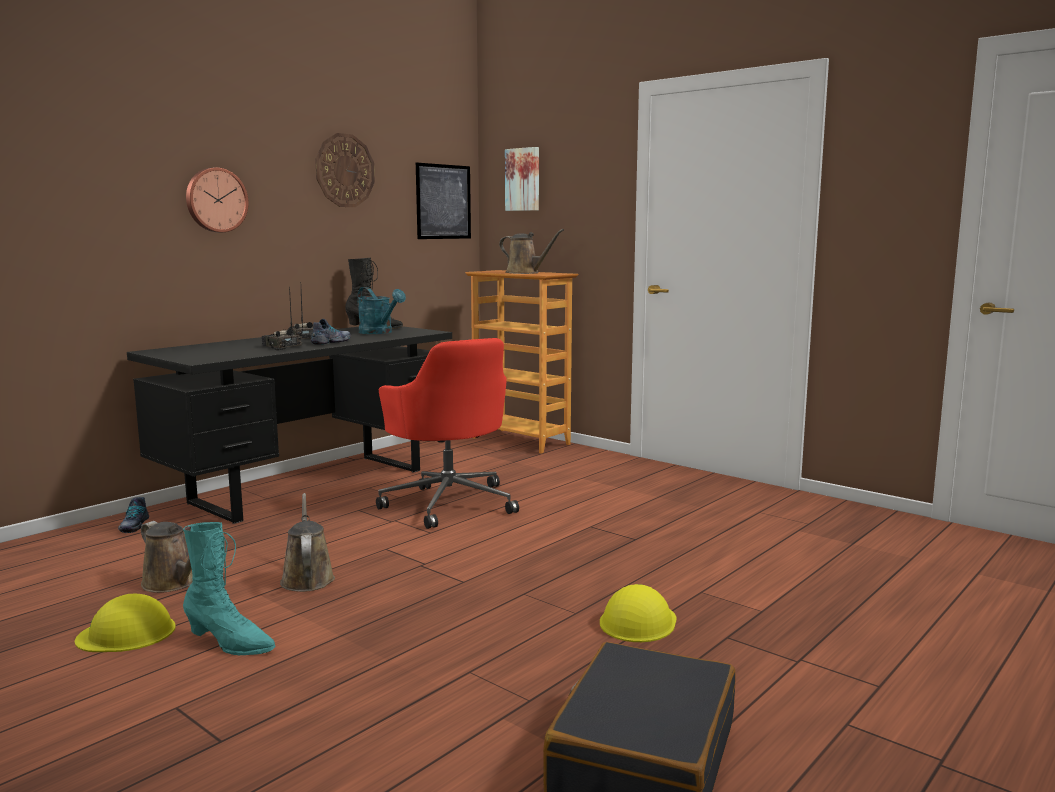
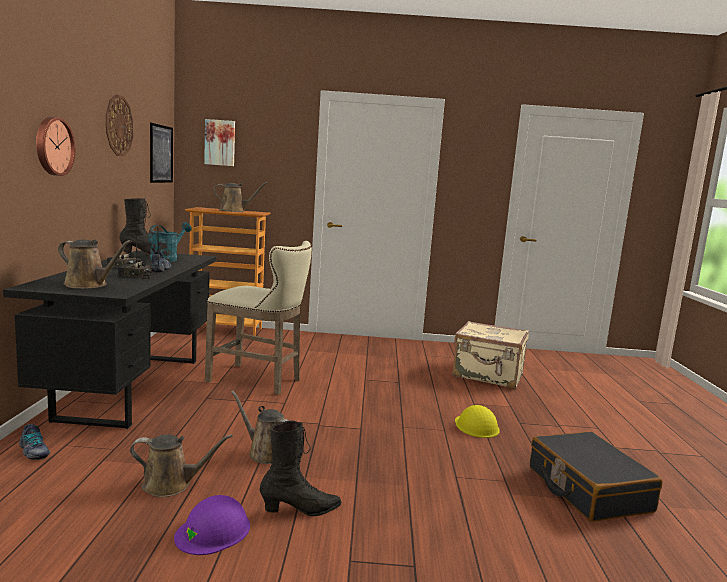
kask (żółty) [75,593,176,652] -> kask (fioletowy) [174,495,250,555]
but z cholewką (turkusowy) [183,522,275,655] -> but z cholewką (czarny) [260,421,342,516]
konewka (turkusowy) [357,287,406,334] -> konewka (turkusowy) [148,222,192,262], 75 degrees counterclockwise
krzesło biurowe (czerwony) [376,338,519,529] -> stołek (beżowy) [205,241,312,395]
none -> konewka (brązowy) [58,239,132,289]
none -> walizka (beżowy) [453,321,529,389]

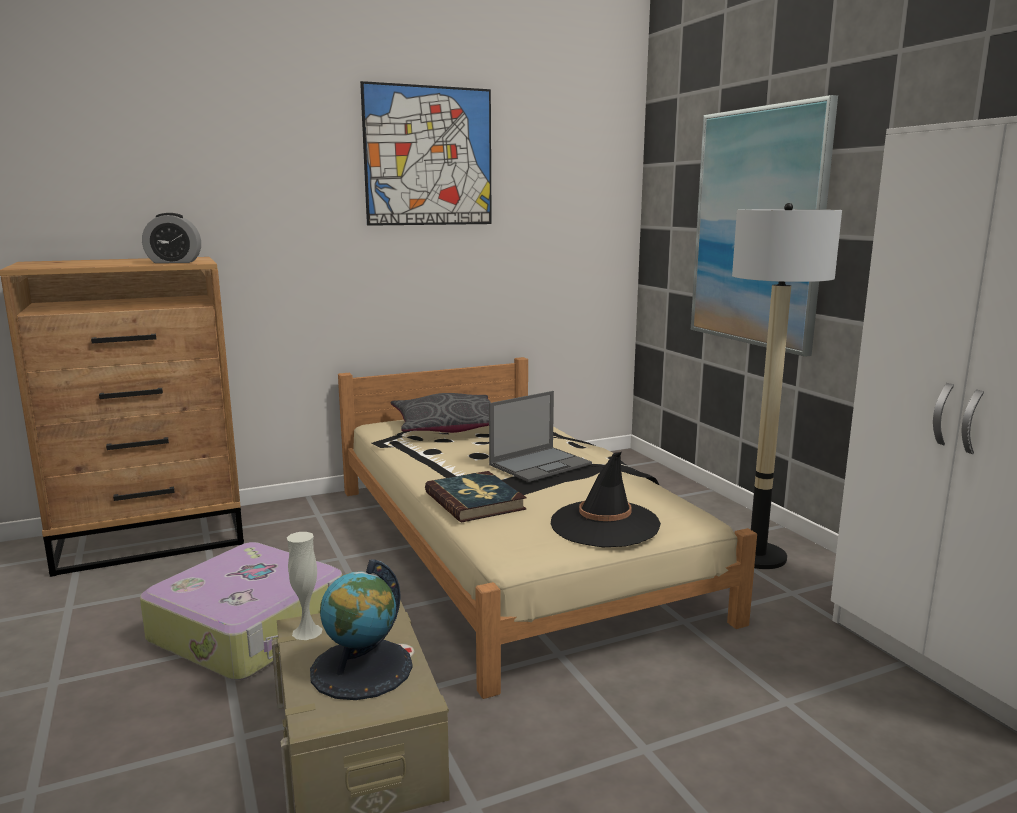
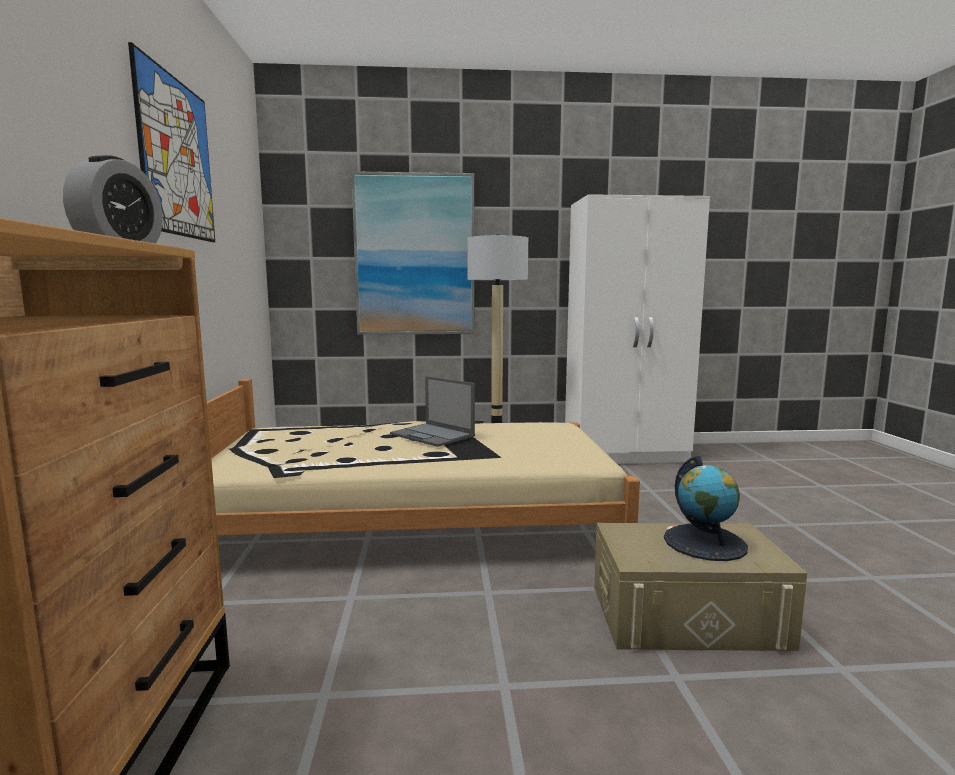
walizka [140,542,343,680] -> none
wazon (biały) [287,532,322,640] -> none
poduszka (szary) [391,393,491,433] -> none
książka [425,471,527,523] -> none
laptop [489,391,592,482] -> laptop [390,376,475,447], 150 degrees clockwise
kapelusz (czarny) [551,452,661,547] -> none

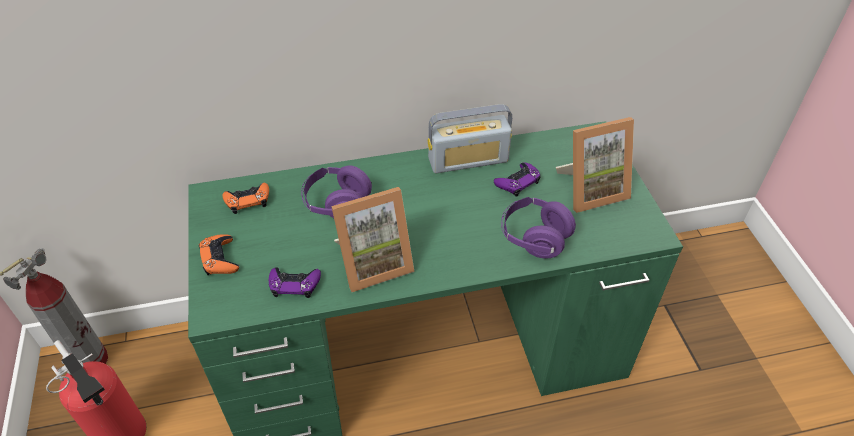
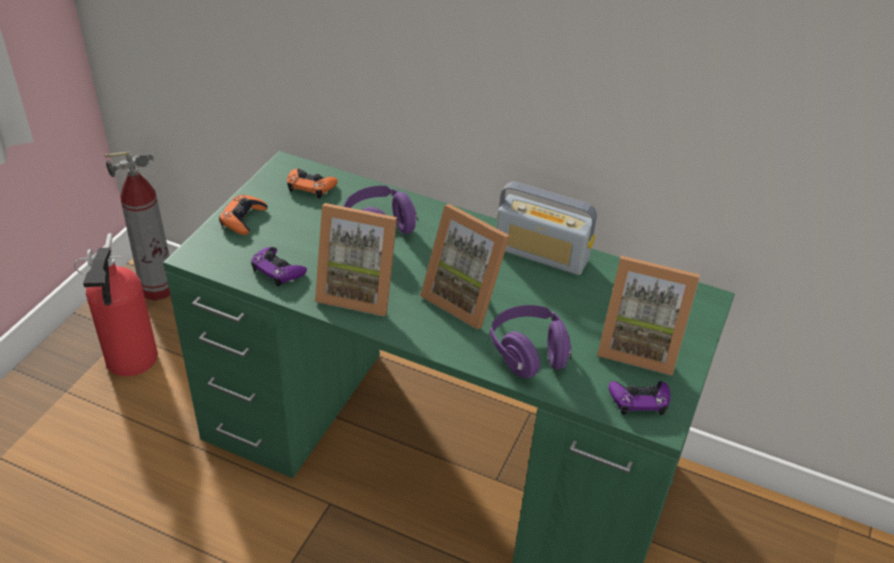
pad do gier (fioletowy) [494,162,541,197] -> pad do gier (fioletowy) [609,381,670,415], shifted
none -> ramka na zdjęcie [420,204,510,330]

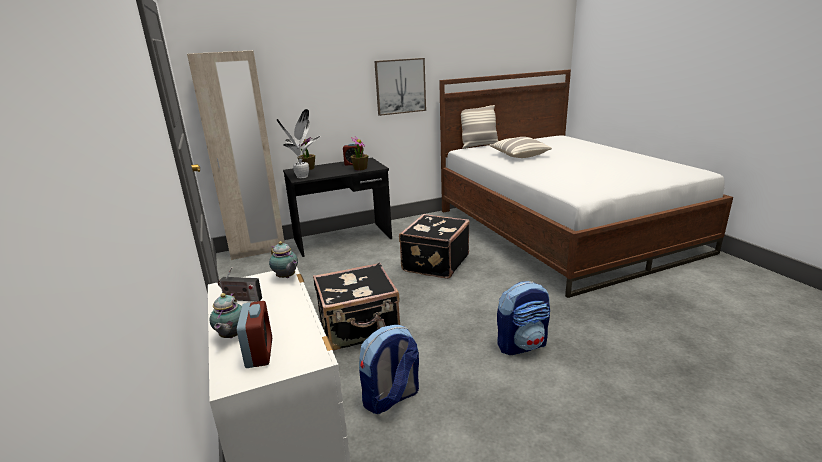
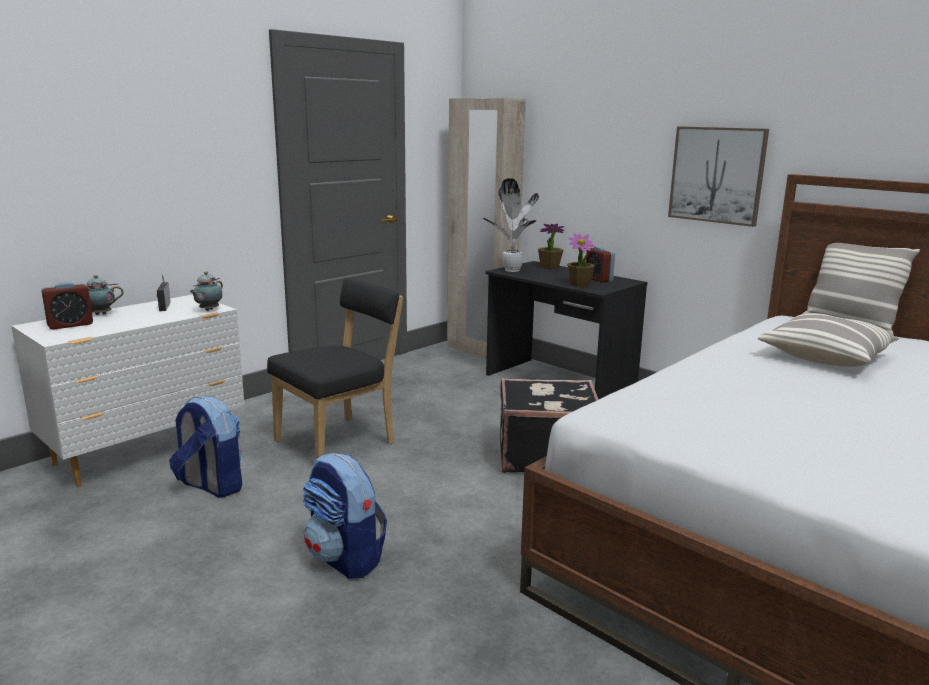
walizka (czarny) [313,262,400,351] -> krzesło (czarny) [267,278,403,459]

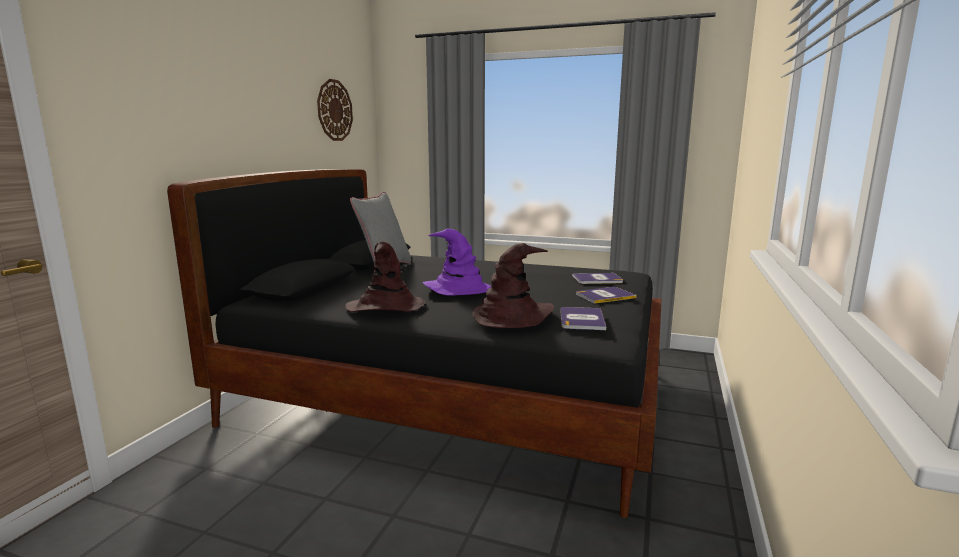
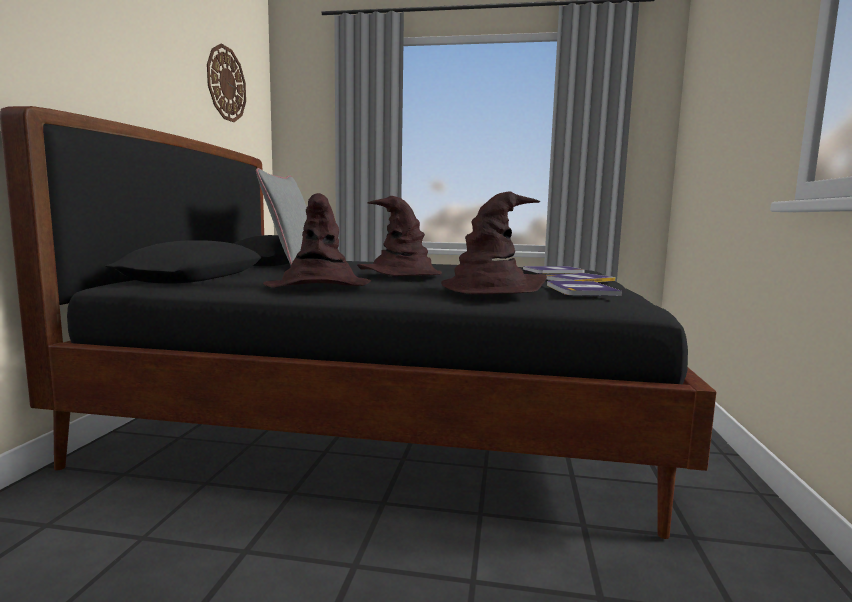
kapelusz (fioletowy) [423,228,491,296] -> kapelusz (brązowy) [357,196,442,276]

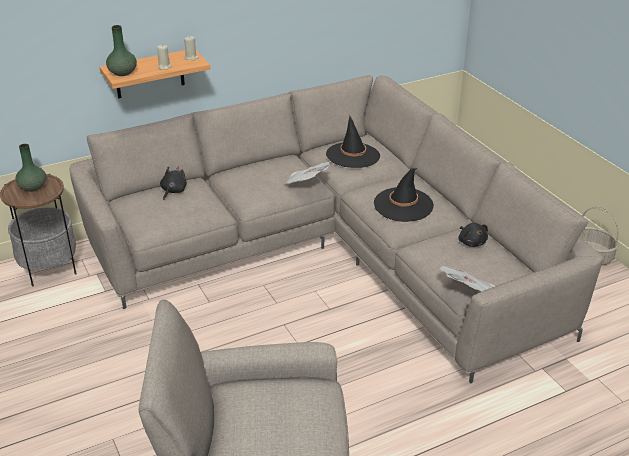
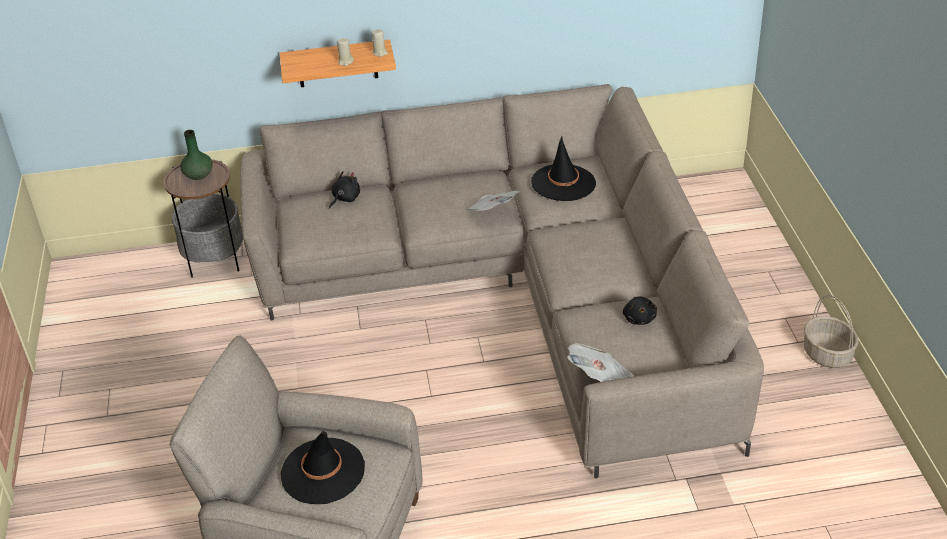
wazon (zielony) [106,25,137,76] -> none
kapelusz (czarny) [374,168,434,222] -> kapelusz (czarny) [281,431,365,504], shifted

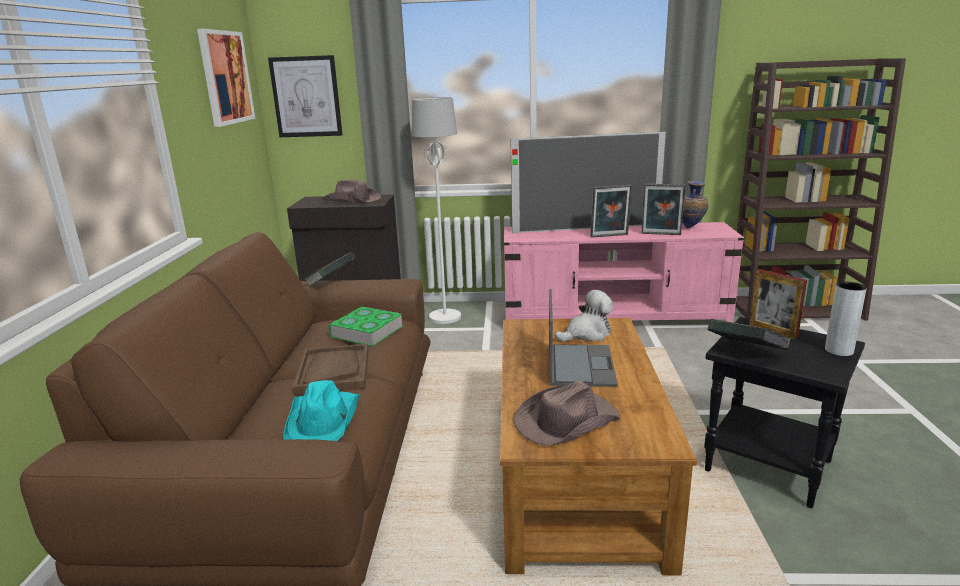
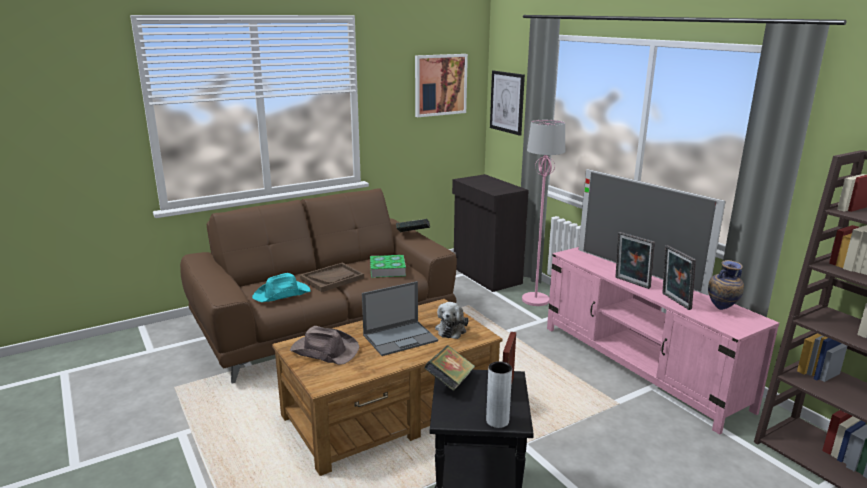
kapelusz (brązowy) [322,180,381,203] -> none
lampa stojąca (biały) [412,97,461,324] -> lampa stojąca (różowy) [522,120,565,306]
pluszak [555,290,613,341] -> pluszak [435,302,469,339], 75 degrees clockwise

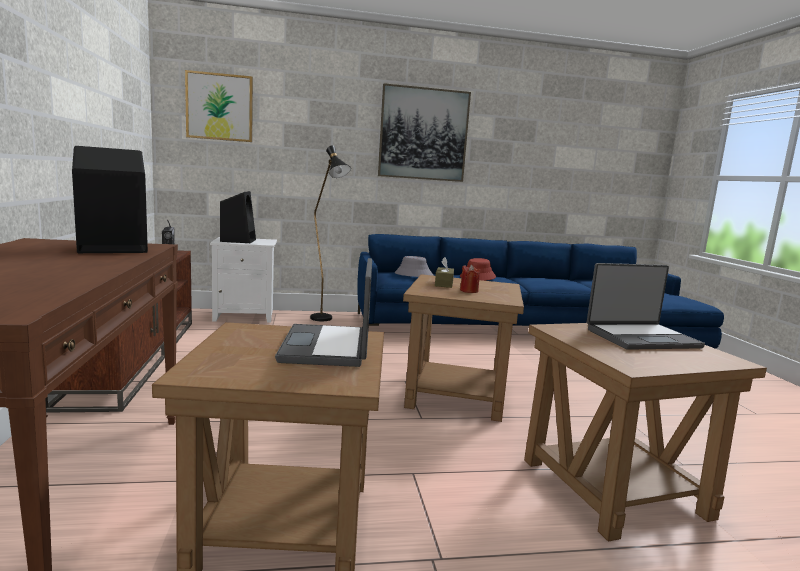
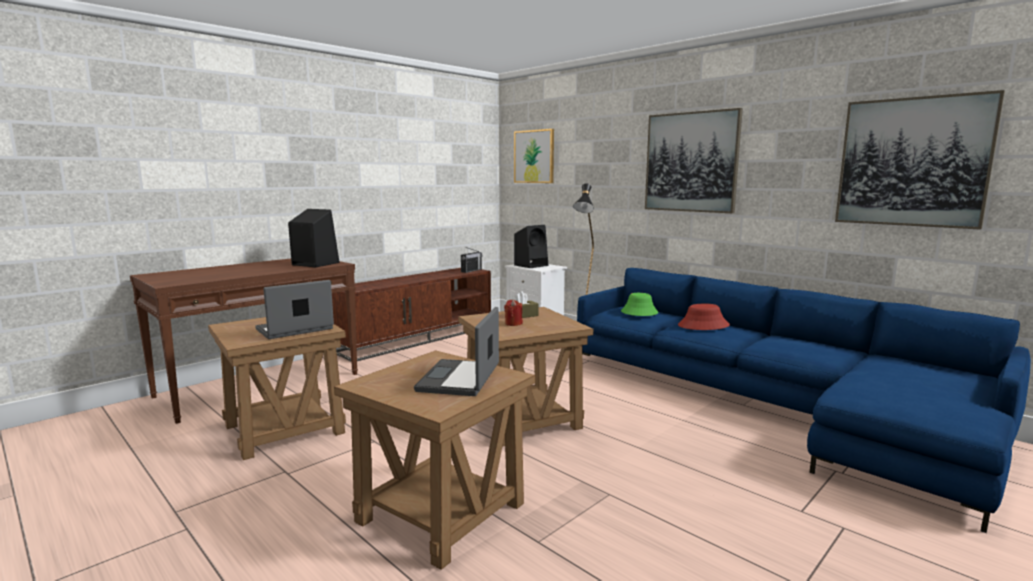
kapelusz (szary) [395,256,434,277] -> kapelusz (zielony) [621,293,658,316]
laptop [587,263,705,350] -> laptop [414,307,499,396], 60 degrees clockwise
none -> obraz [835,90,1005,230]

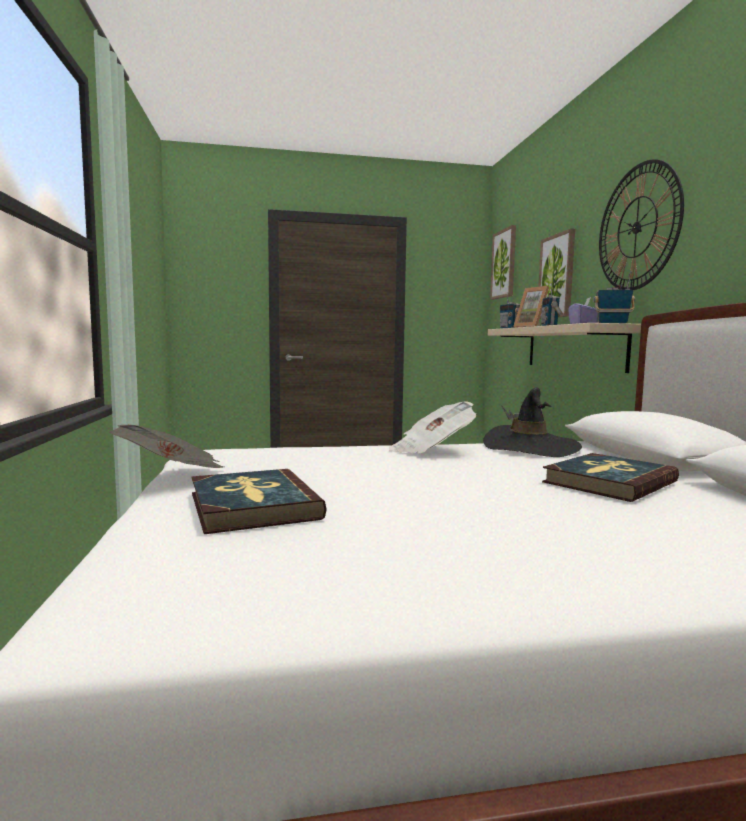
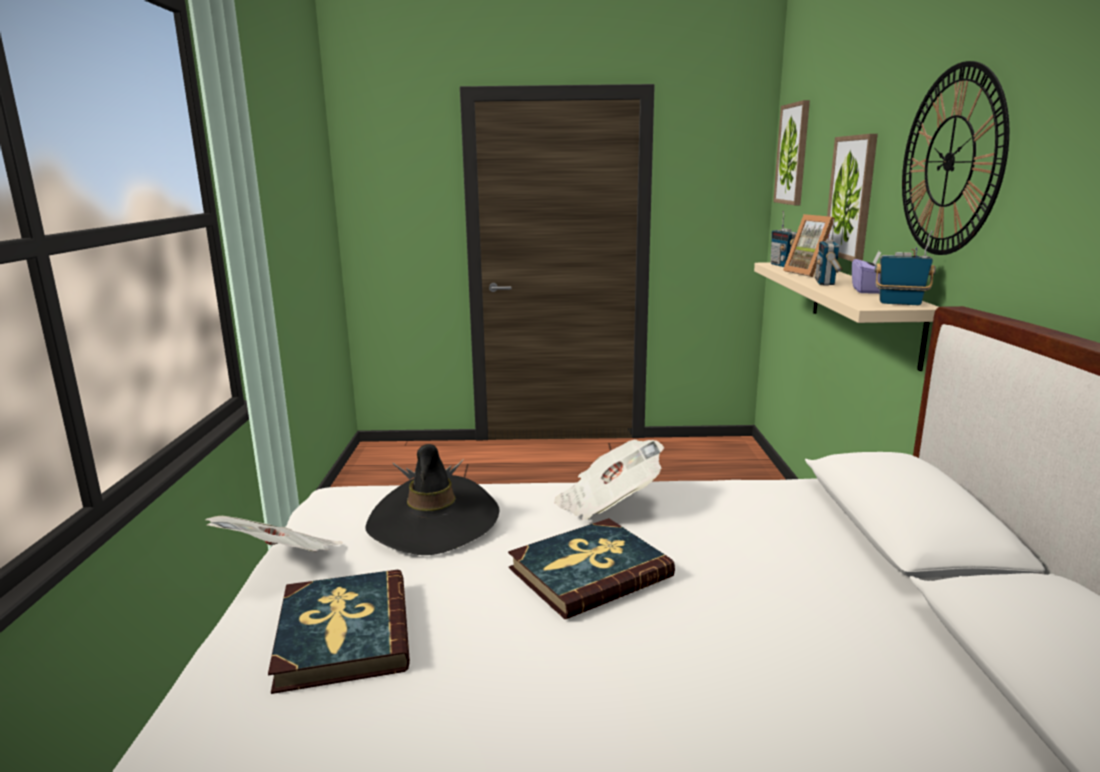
kapelusz (czarny) [483,387,582,457] -> kapelusz (czarny) [365,444,499,555], shifted
książka [542,453,679,502] -> książka [508,518,675,619], shifted

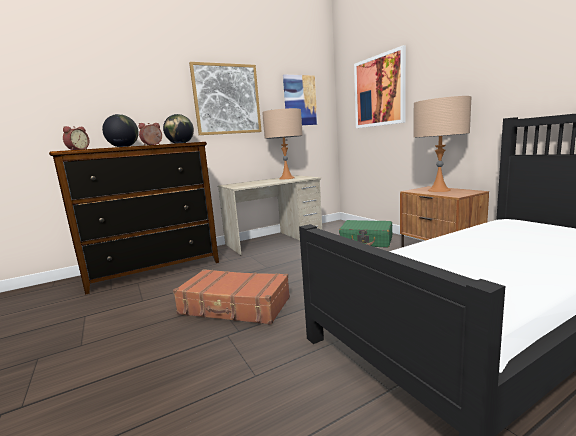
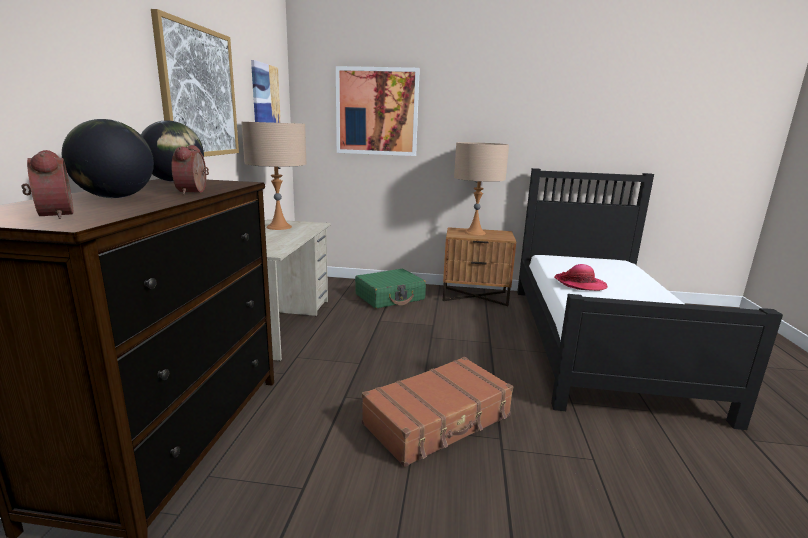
none -> kapelusz [555,264,608,291]

